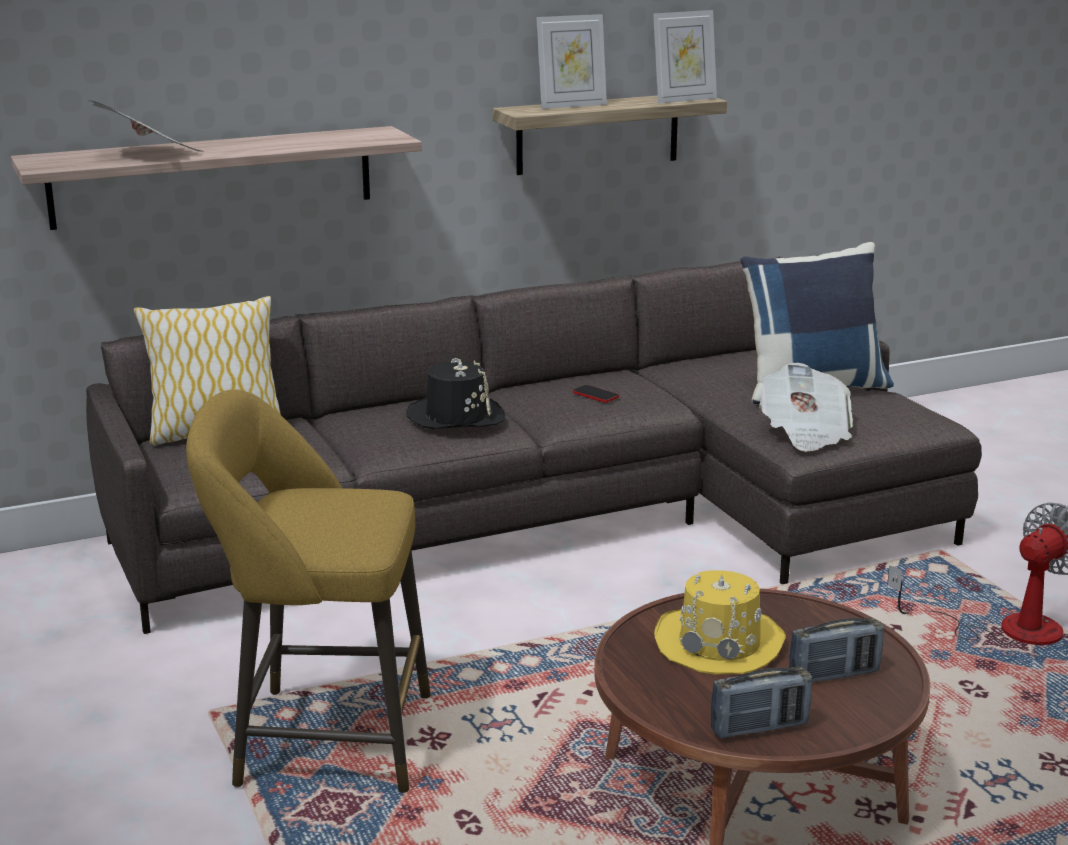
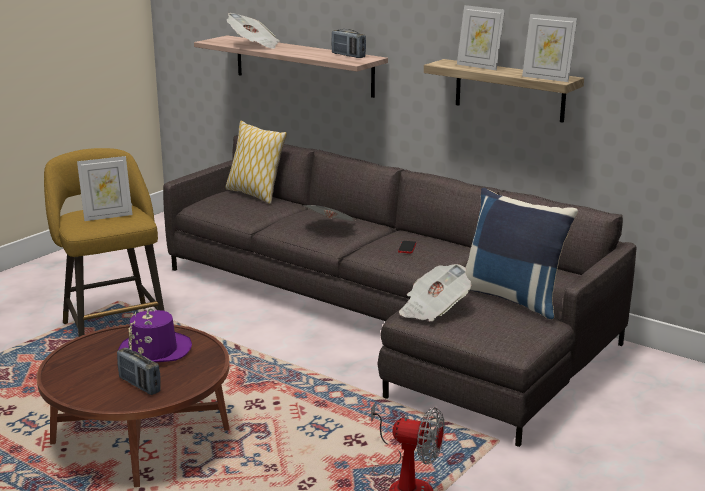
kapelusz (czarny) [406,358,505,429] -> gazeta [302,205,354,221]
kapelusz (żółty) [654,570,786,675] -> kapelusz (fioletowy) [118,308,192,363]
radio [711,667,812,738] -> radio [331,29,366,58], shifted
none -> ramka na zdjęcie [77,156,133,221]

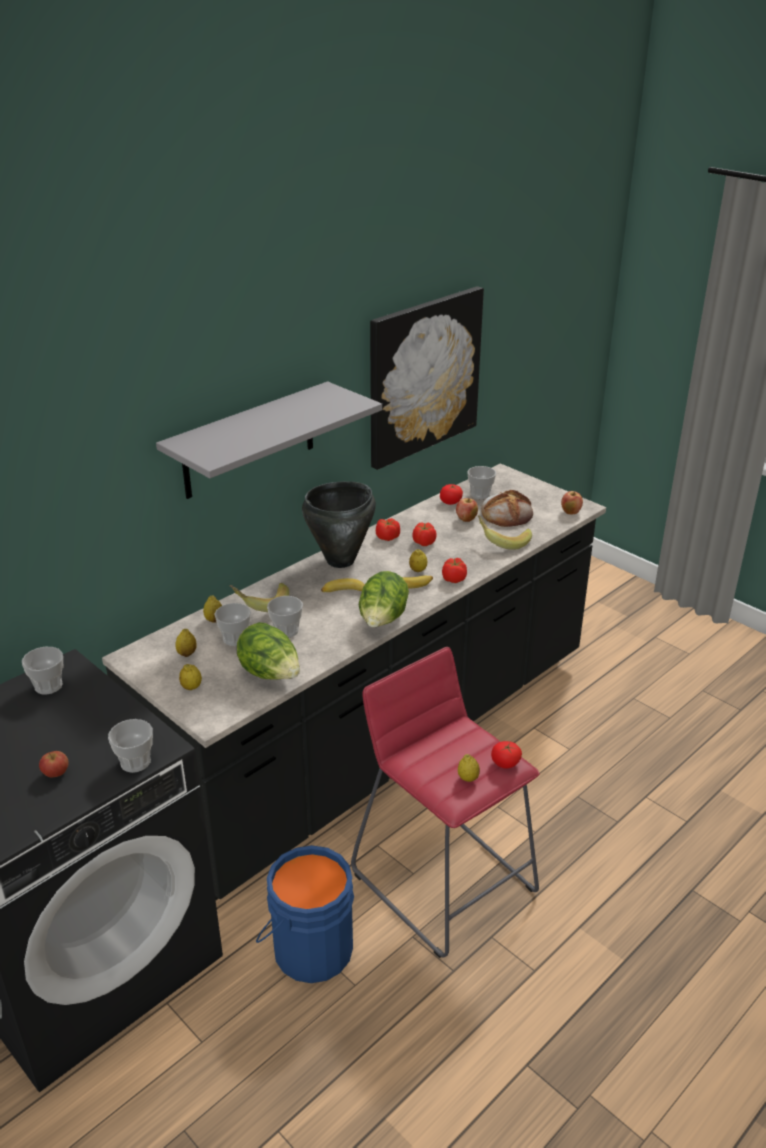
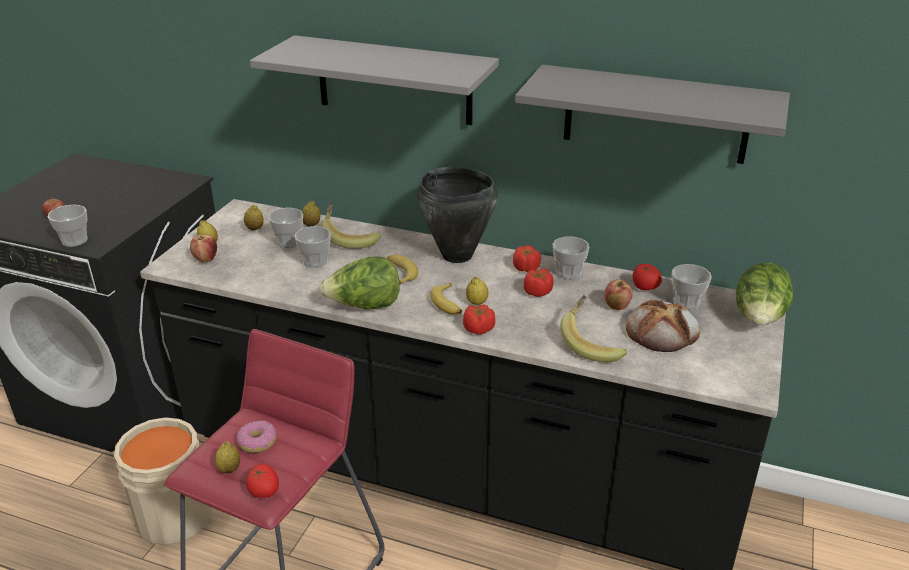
filiżanka [22,647,63,694] -> filiżanka [553,236,590,279], shifted
sałata [237,622,300,680] -> sałata [736,263,793,325], shifted
wiadro (niebieski) [256,845,354,983] -> wiadro (beżowy) [112,417,212,545]
obraz [370,286,484,470] -> półka (szary) [515,65,790,164]
jabłko [561,491,583,515] -> jabłko [190,235,217,263], shifted
none -> donut [236,421,277,453]

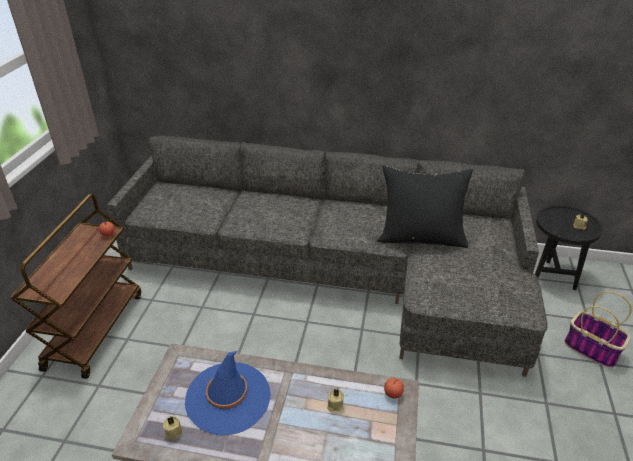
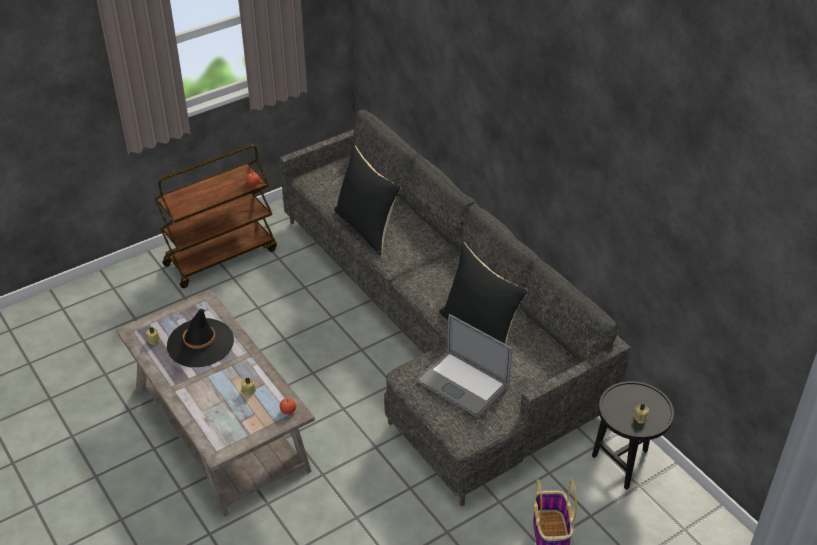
kapelusz (niebieski) [185,351,271,435] -> kapelusz (czarny) [167,309,234,367]
none -> poduszka (czarny) [334,145,401,256]
none -> laptop [416,314,512,417]

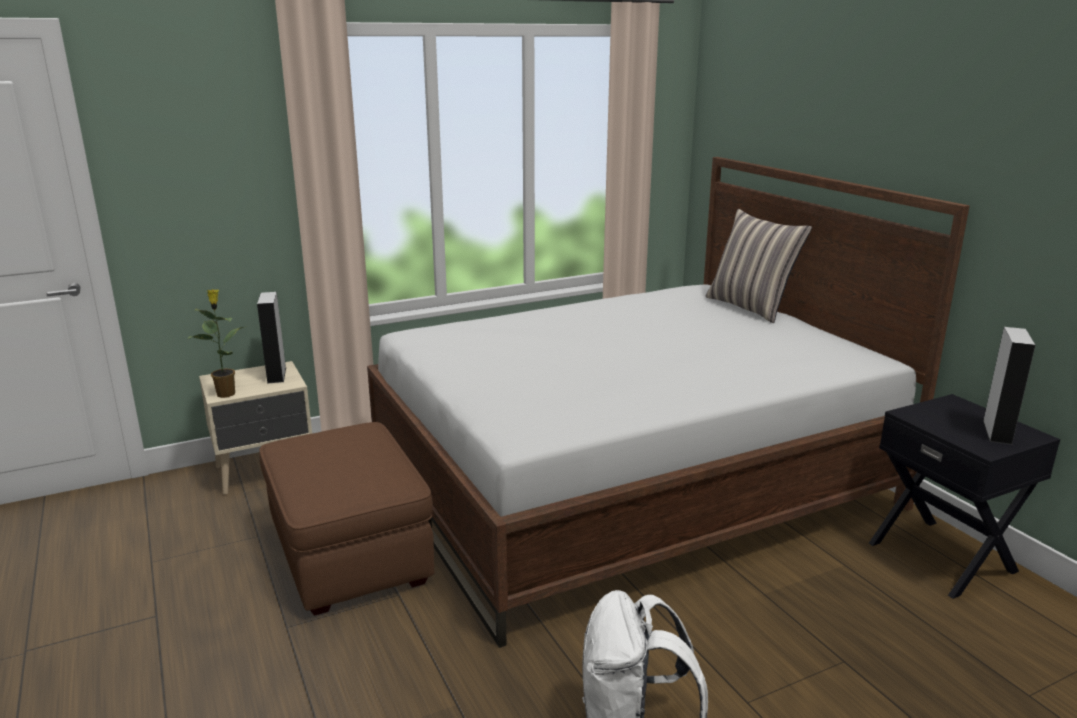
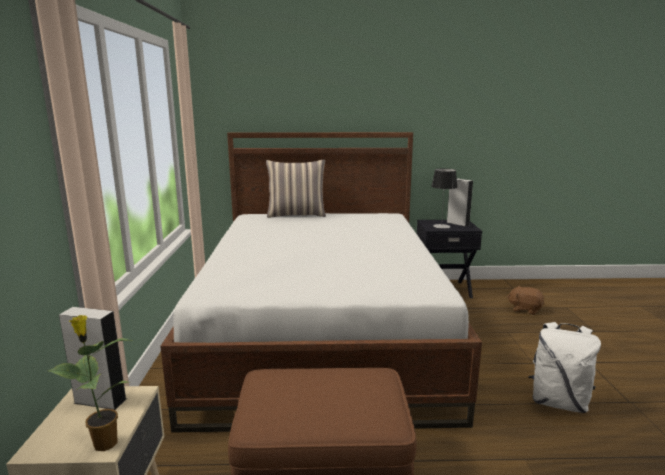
none -> lampa stołowa [431,168,457,229]
none -> pluszak (brązowy) [507,285,545,315]

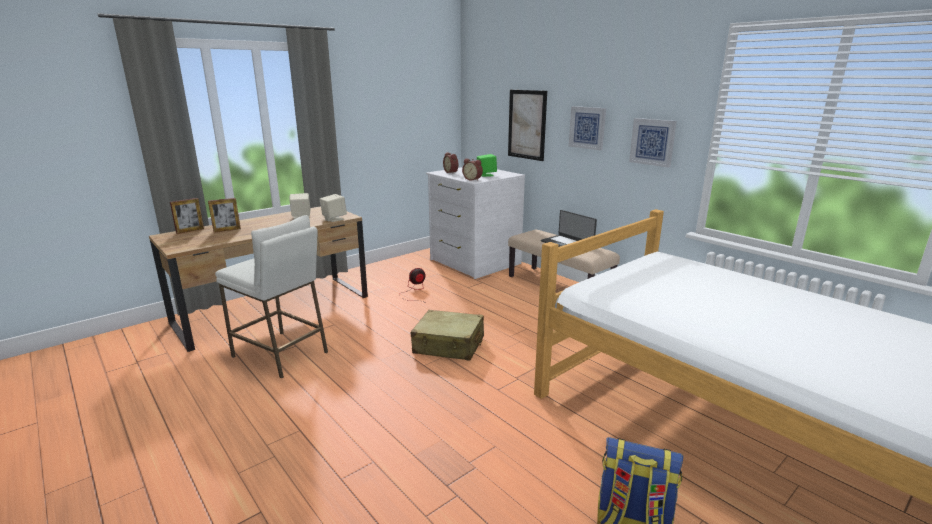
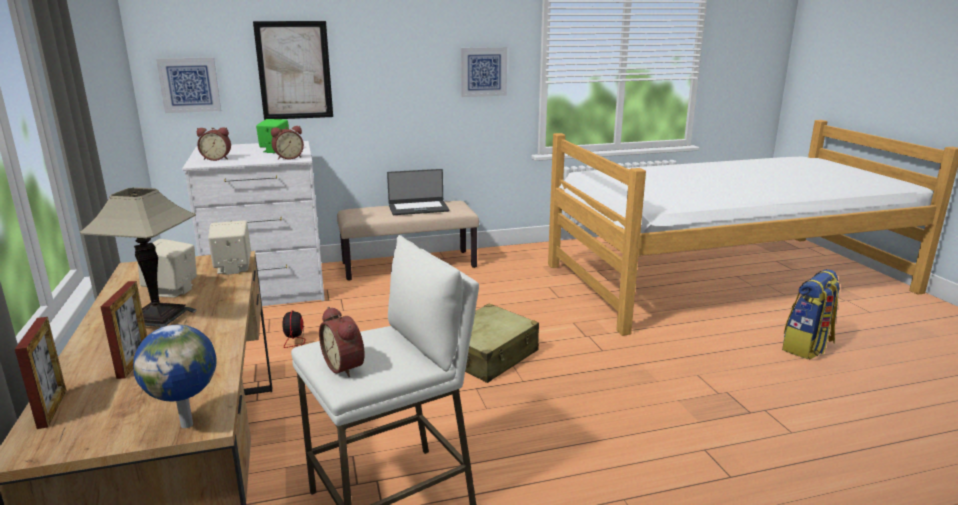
obraz [569,106,606,151] -> obraz [156,57,221,113], shifted
none -> lampa stołowa [79,187,197,328]
none -> globus [133,325,217,428]
none -> budzik [319,307,365,378]

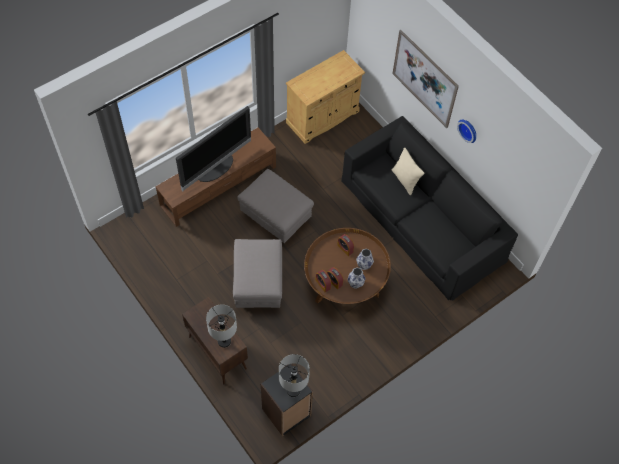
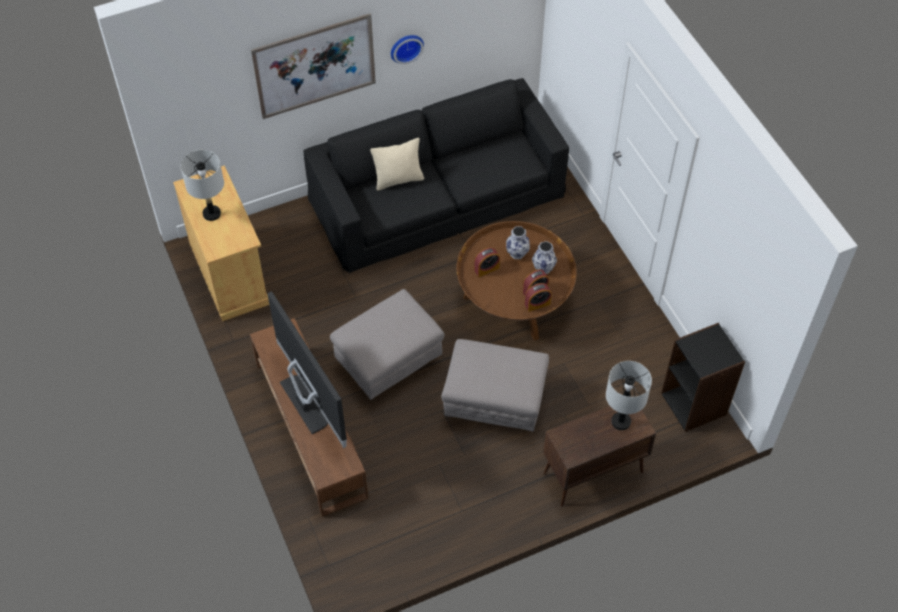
lampa stołowa (szary) [279,354,310,397] -> lampa stołowa (szary) [181,150,224,221], shifted

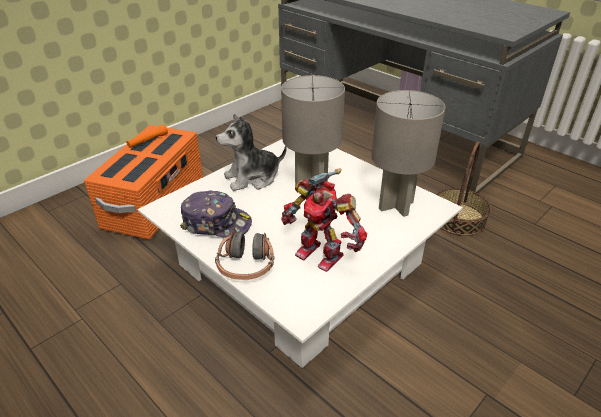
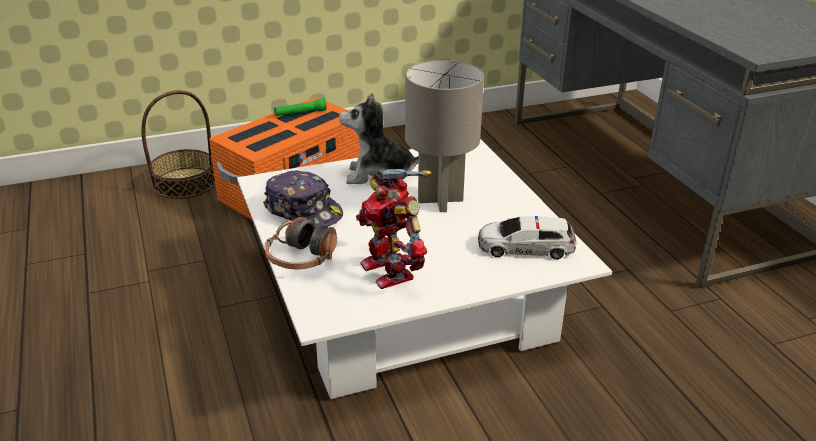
latarka (pomarańczowy) [126,125,168,148] -> latarka (zielony) [274,98,326,116]
lampa stołowa (szary) [371,90,446,217] -> samochodzik [478,216,576,259]
koszyk [436,142,491,236] -> koszyk [141,90,215,199], shifted

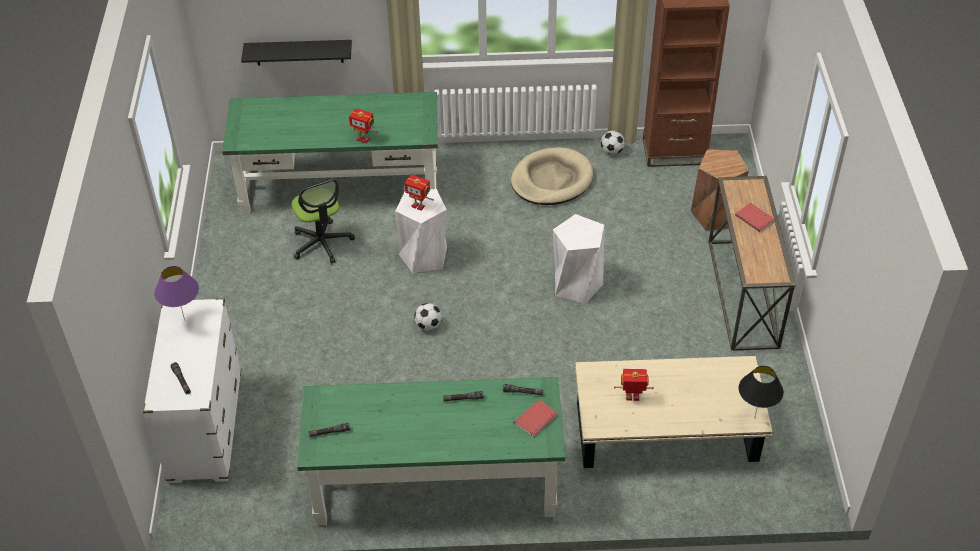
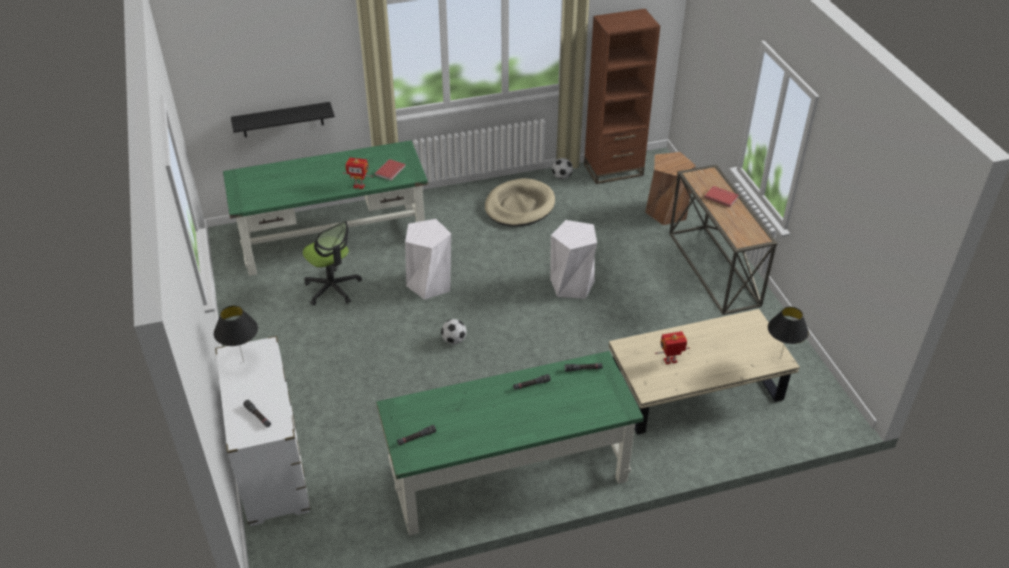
lampa stołowa (fioletowy) [154,266,199,320] -> lampa stołowa (czarny) [214,306,258,362]
robot zabawkowy [403,175,434,211] -> none
książka (czerwony) [514,399,558,437] -> książka (czerwony) [375,159,406,180], shifted

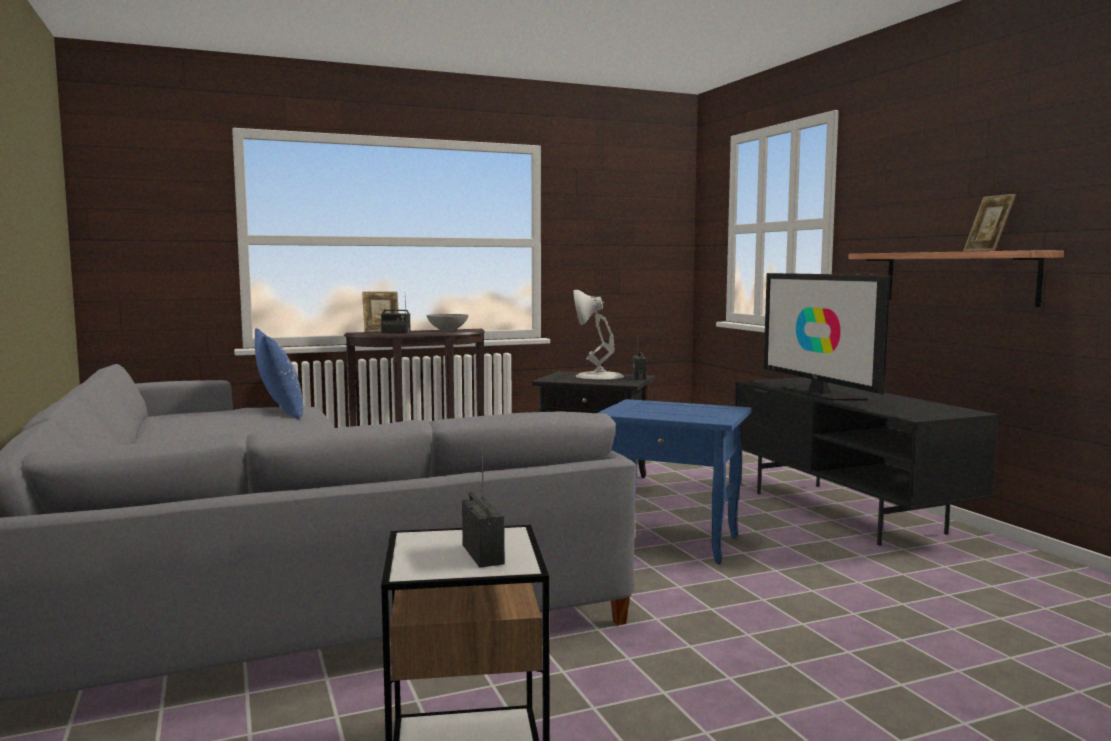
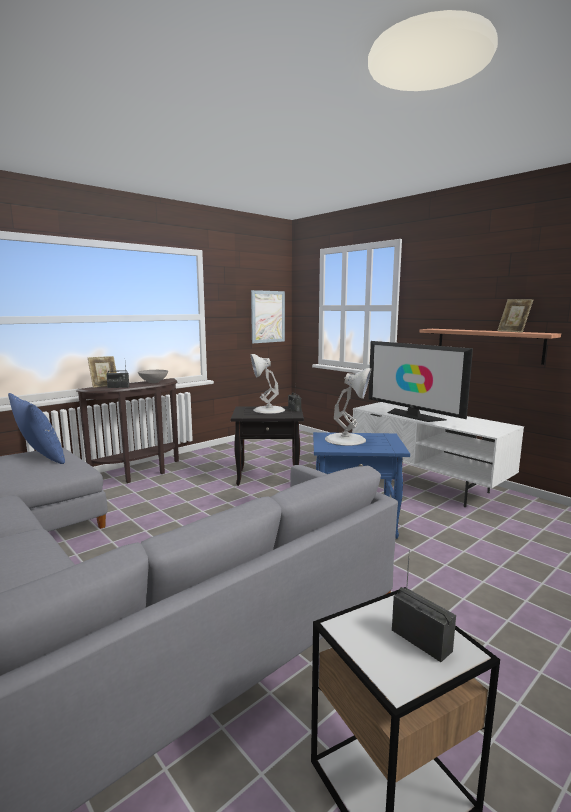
szafka pod telewizor (czarny) [735,377,998,546] -> szafka pod telewizor (biały) [352,402,524,507]
none -> obraz [251,290,285,343]
none -> lampa stołowa (biały) [325,368,371,446]

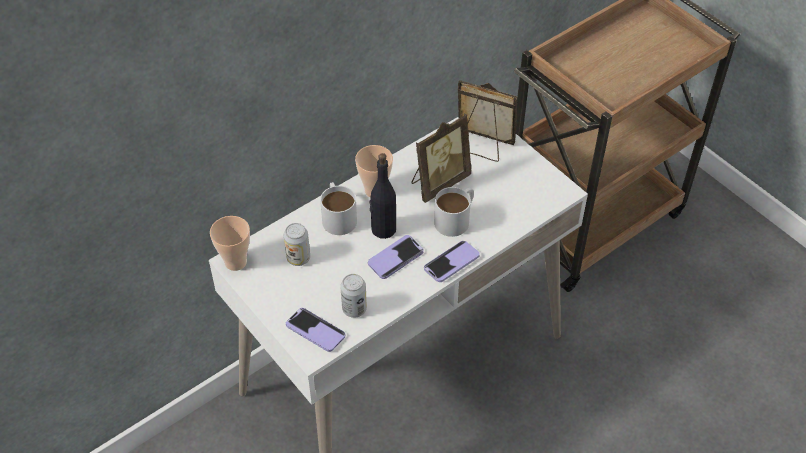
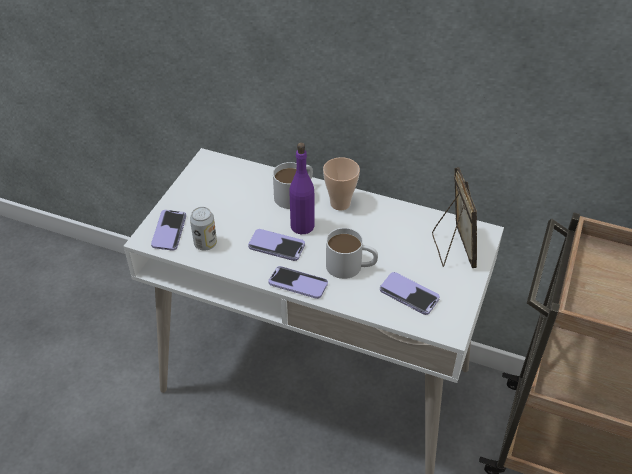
filiżanka [210,216,250,271] -> none
puszka [284,223,310,266] -> none
butelka (czarny) [370,153,396,239] -> butelka (fioletowy) [289,143,314,234]
ramka na zdjęcie [411,113,471,203] -> none
none -> telefon [380,272,440,315]

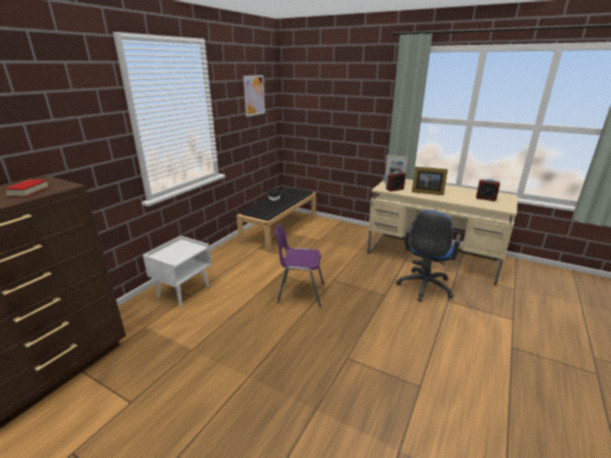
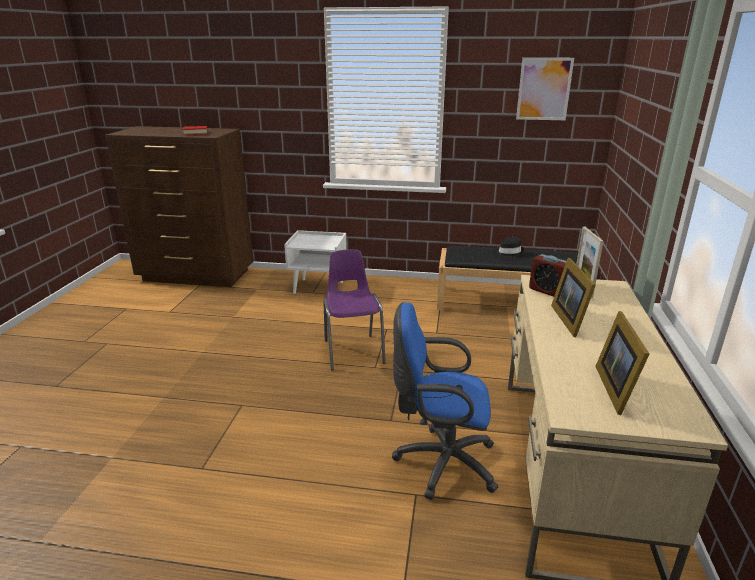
budzik [476,179,500,201] -> ramka na zdjęcie [595,311,649,415]

